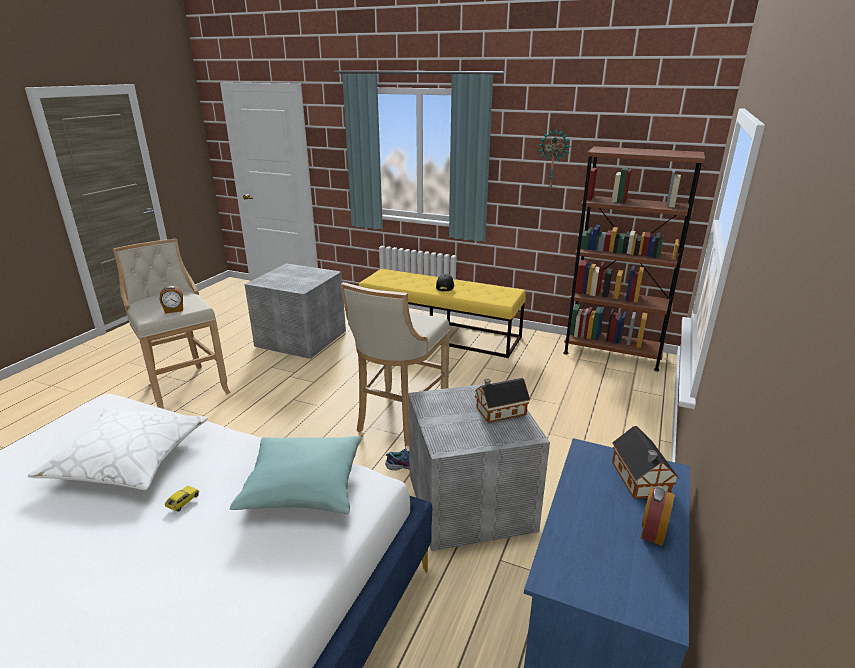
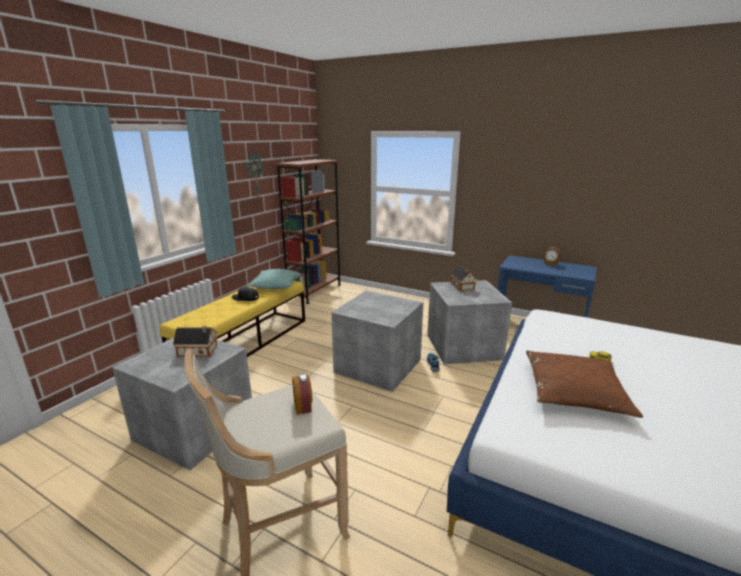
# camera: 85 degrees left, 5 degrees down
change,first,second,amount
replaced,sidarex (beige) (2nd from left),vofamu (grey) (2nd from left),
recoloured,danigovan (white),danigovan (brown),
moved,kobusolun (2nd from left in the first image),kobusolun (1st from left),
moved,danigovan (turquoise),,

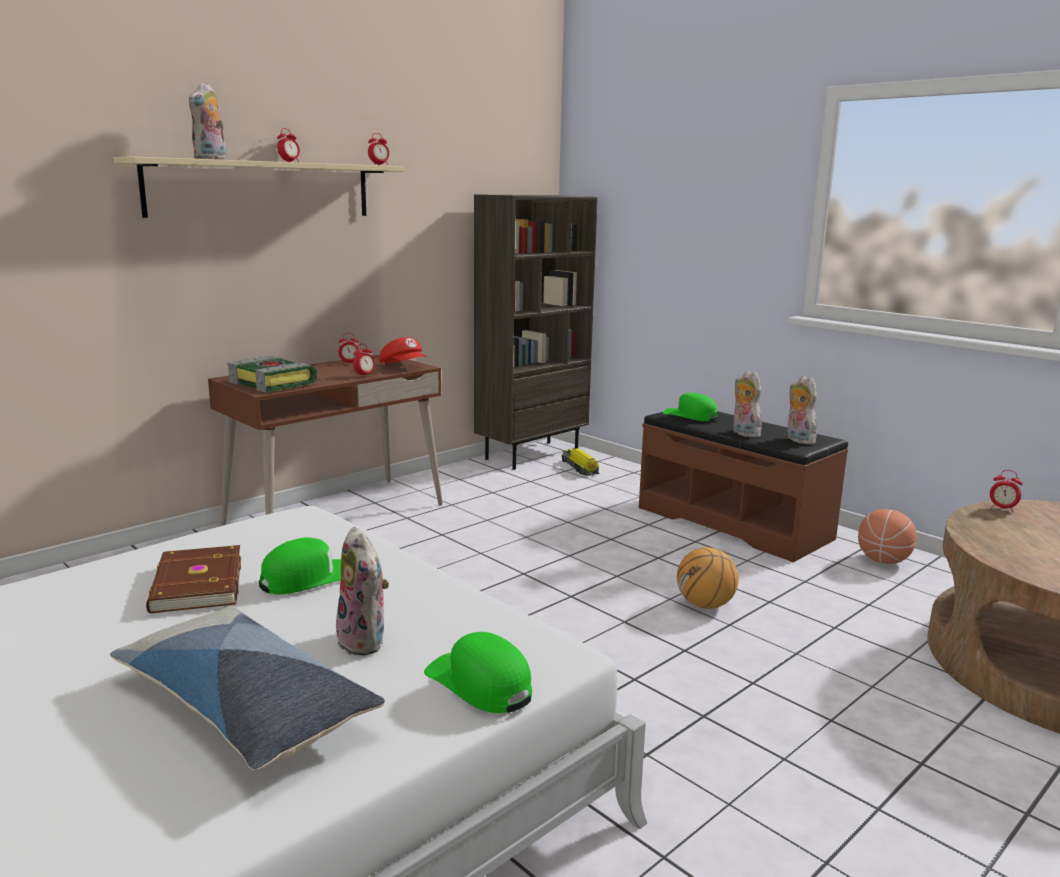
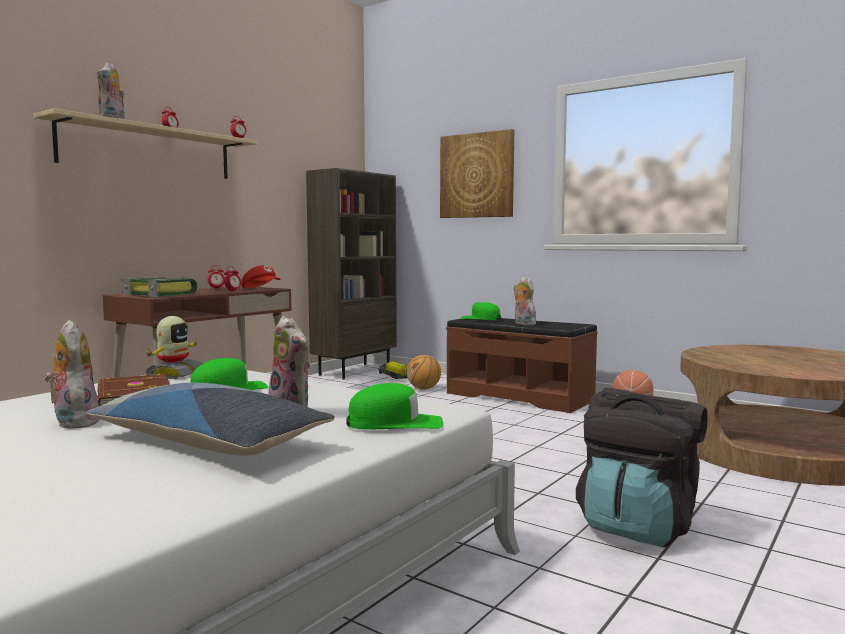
# camera: 10 degrees left, 10 degrees down
change,first,second,amount
moved,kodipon (4th from left in the first image),kodipon (1st from left),
removed,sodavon (5th from left),,
moved,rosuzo (1st from left),,
turned,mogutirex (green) (2nd from left),,135 degrees clockwise
added,,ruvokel,
added,,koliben,
added,,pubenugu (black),

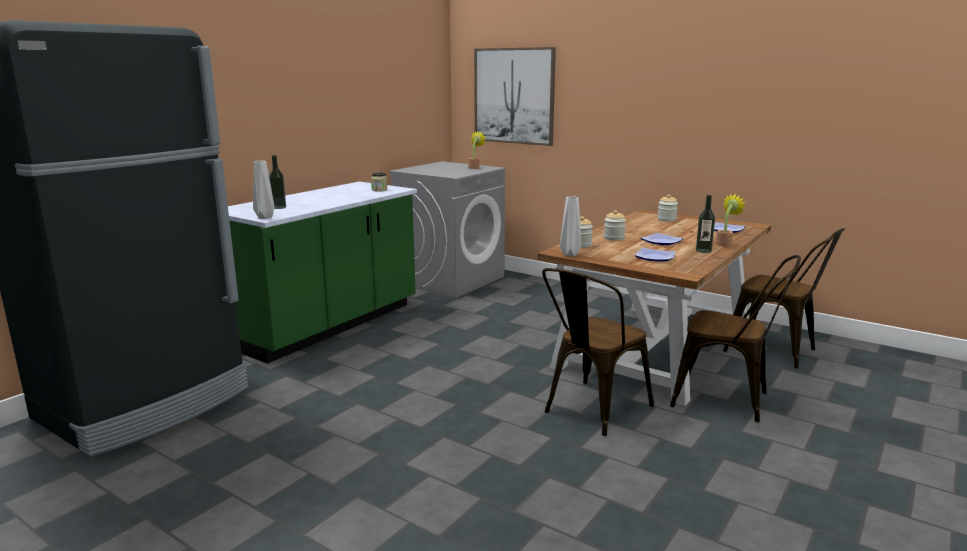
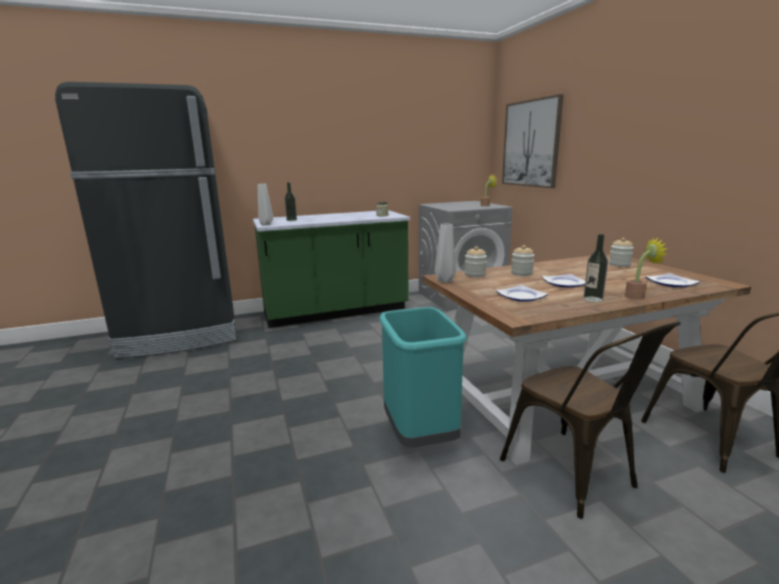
# camera: 35 degrees right, 0 degrees up
change,first,second,amount
replaced,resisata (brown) (1st from left),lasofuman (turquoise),

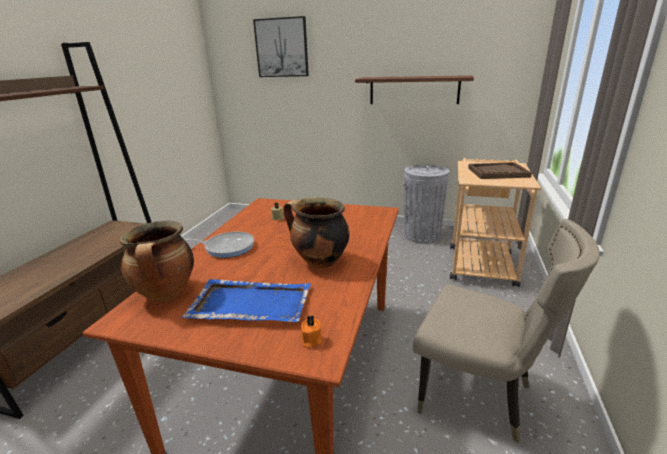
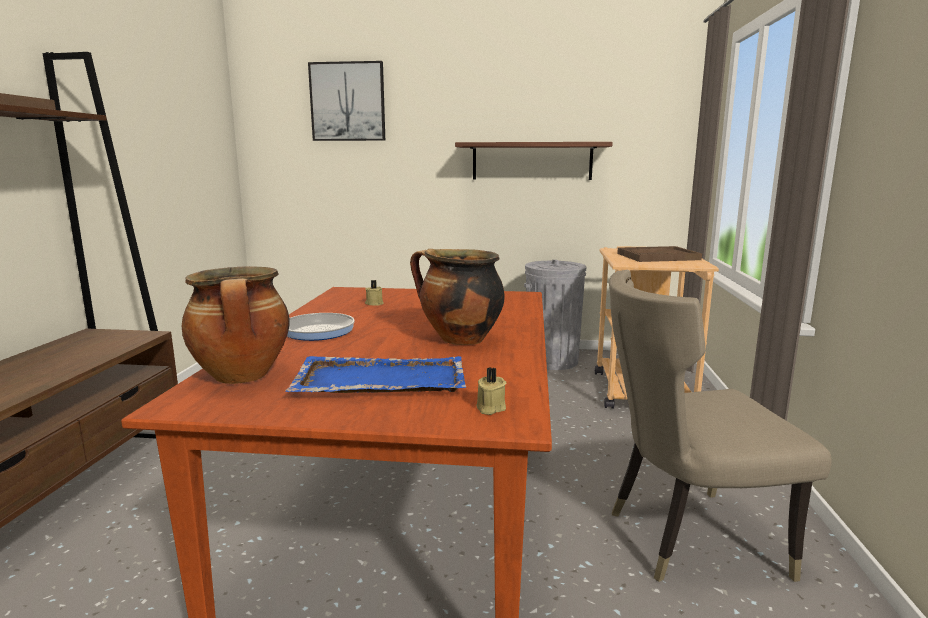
# camera: 10 degrees left, 10 degrees down
change,first,second,amount
turned,resisata (beige),,150 degrees clockwise
recoloured,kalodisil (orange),kalodisil (beige) (2nd from left),

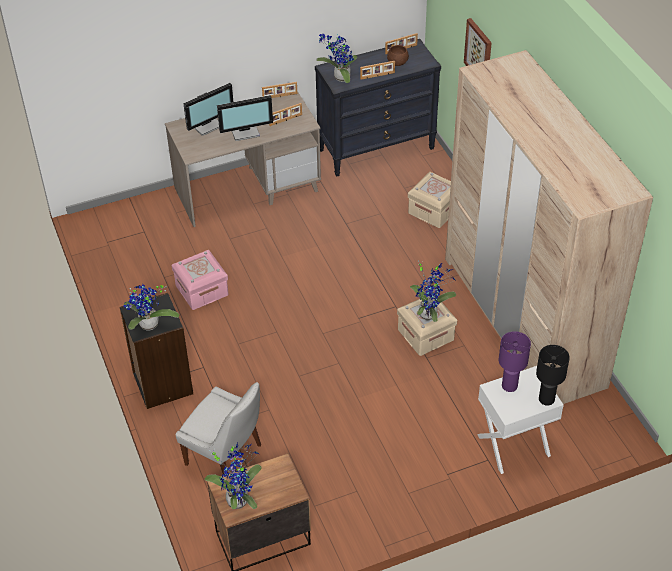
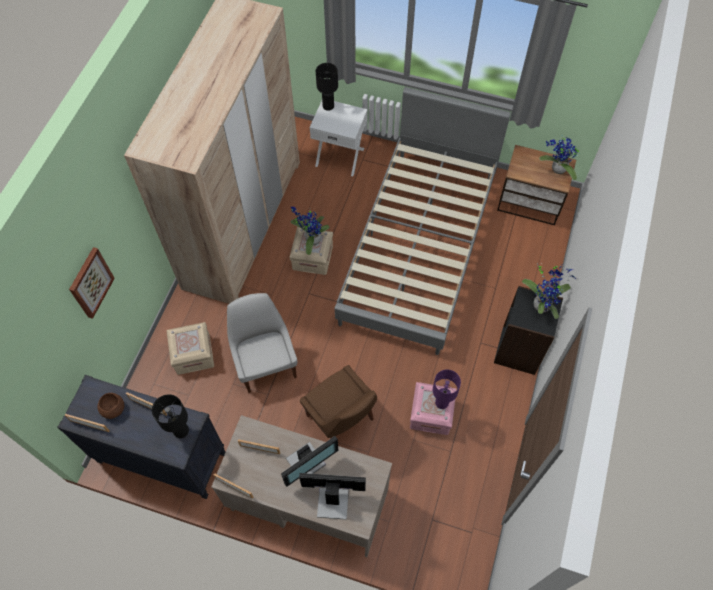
# camera: 140 degrees left, 15 degrees up
change,first,second,amount
replaced,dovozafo (3rd from left),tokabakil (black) (1st from left),
turned,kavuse (2nd from left in the first image),kavuse (1st from left),120 degrees clockwise
moved,tokabakil (purple),,
moved,resisata (white),,
added,,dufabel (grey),
added,,resisata (brown),

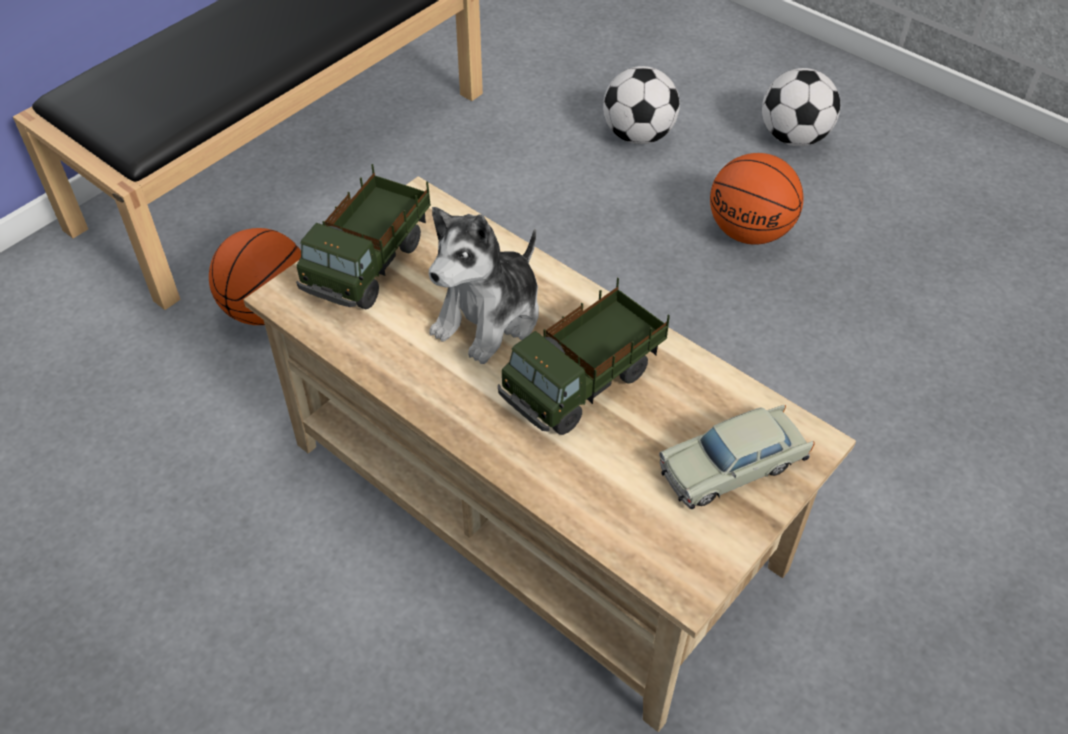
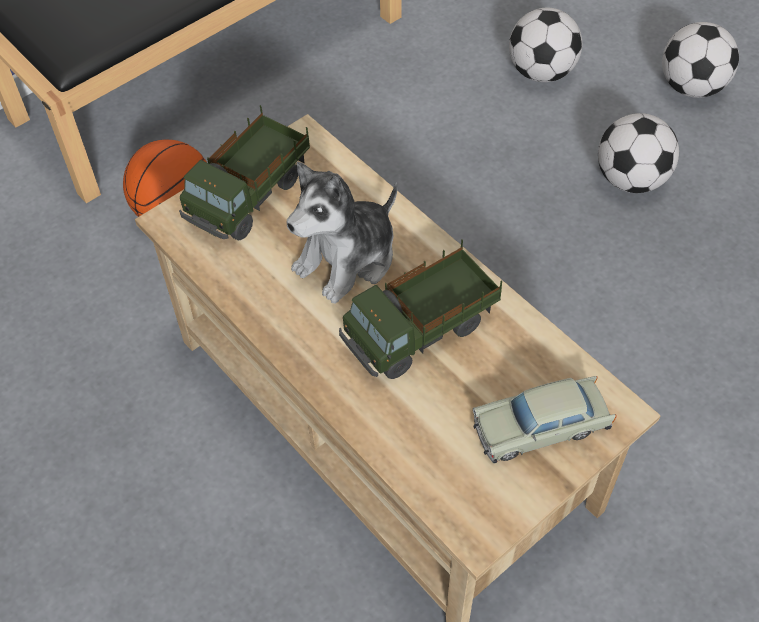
# camera: 10 degrees right, 5 degrees up
change,first,second,amount
replaced,rosuzo (2nd from left),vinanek (2nd from left),

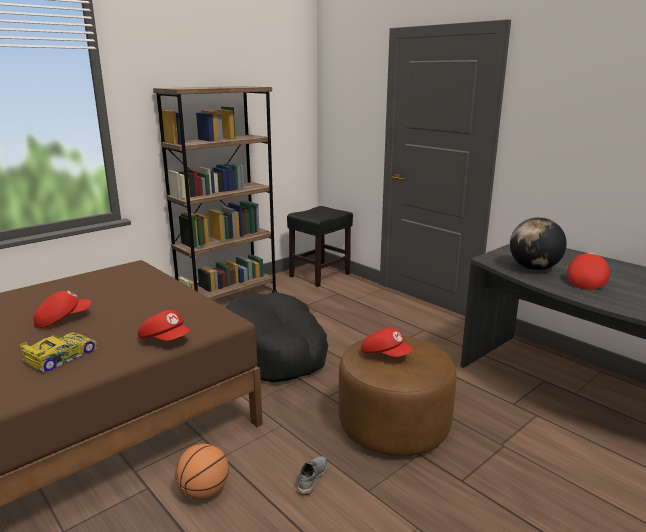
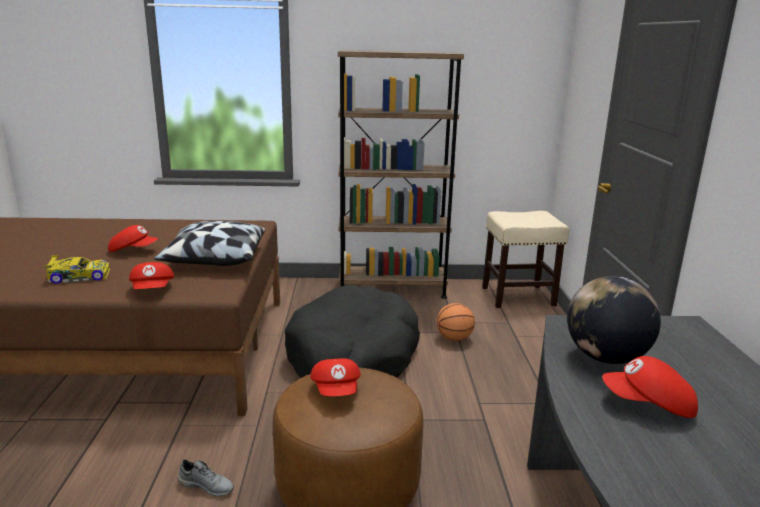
# camera: 40 degrees right, 0 degrees up
change,first,second,amount
recoloured,sidarex (black),sidarex (beige),
turned,mogutirex (red) (4th from left),,150 degrees counterclockwise
moved,rosuzo,,
turned,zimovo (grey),,45 degrees clockwise
added,,danigovan,

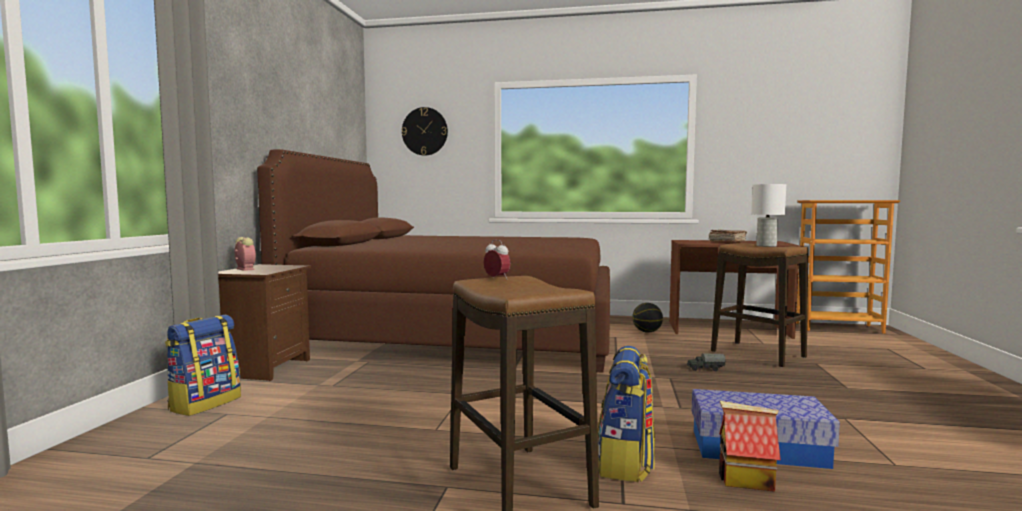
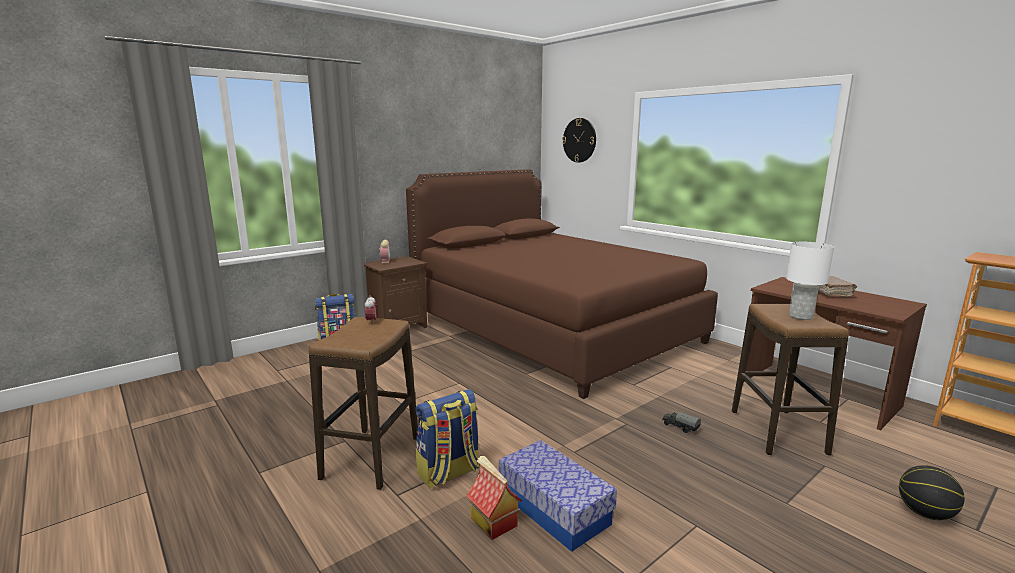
# camera: 40 degrees right, 10 degrees up
change,first,second,amount
moved,rosuzo,,

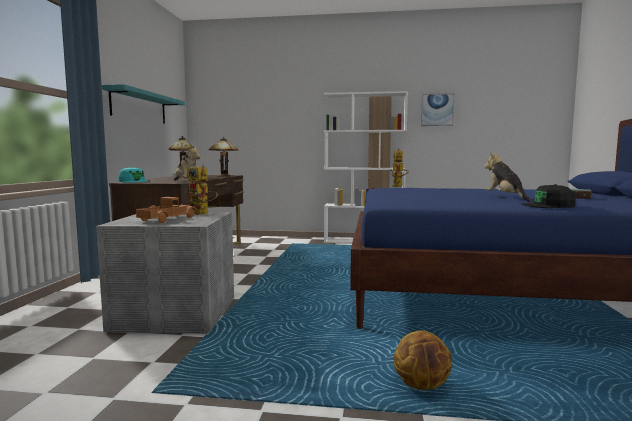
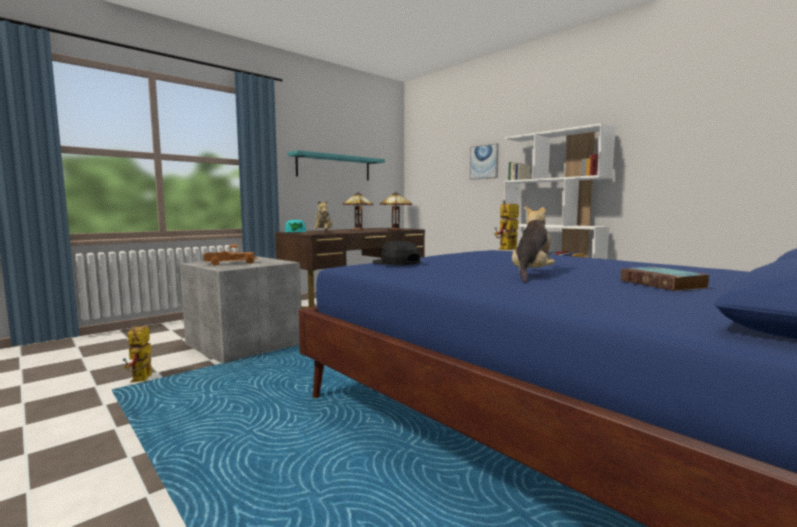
# camera: 40 degrees right, 0 degrees up
change,first,second,amount
moved,ruvokel,,
moved,koliben (1st from left),,
moved,mogutirex (black),,
removed,rosuzo,,

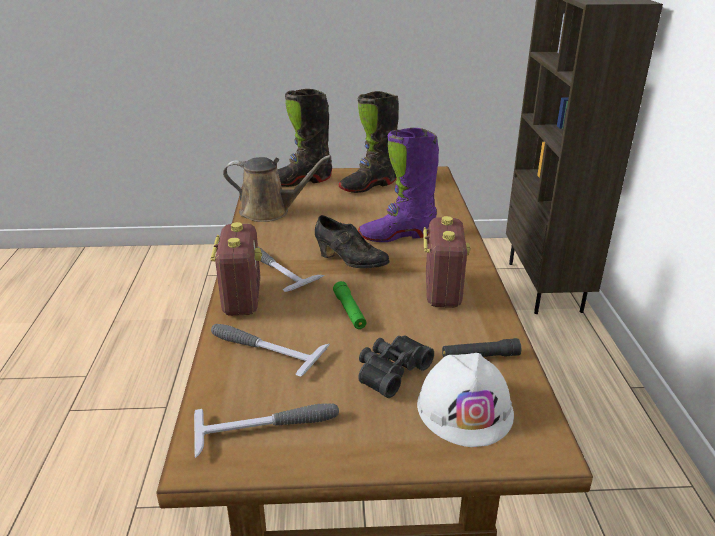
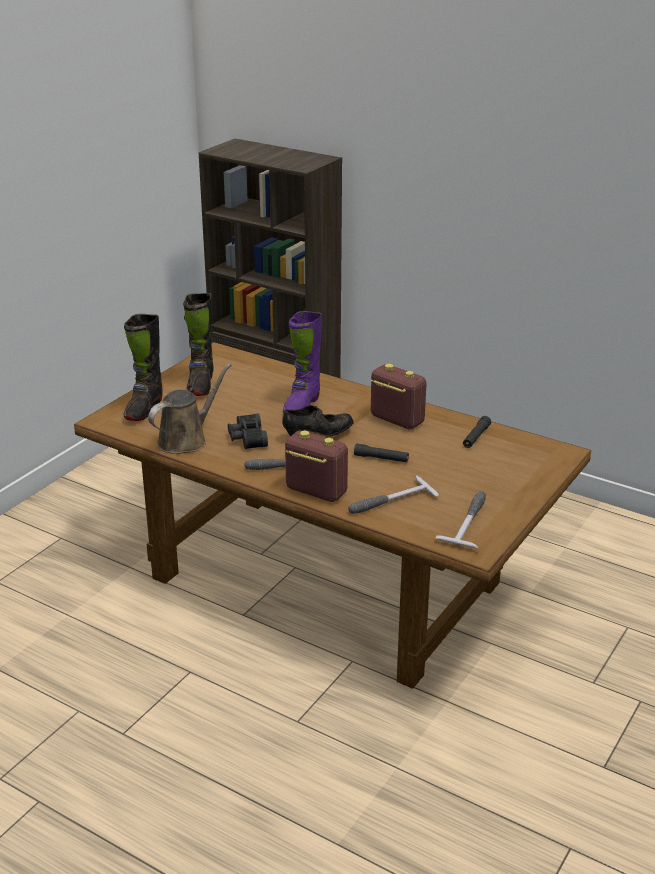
# camera: 55 degrees left, 0 degrees up
change,first,second,amount
recoloured,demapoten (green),demapoten (black) (1st from left),
moved,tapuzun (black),,
removed,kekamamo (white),,

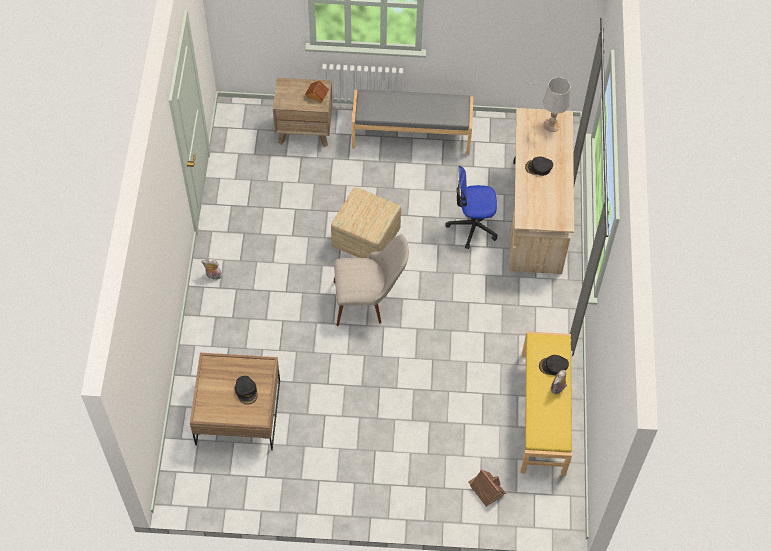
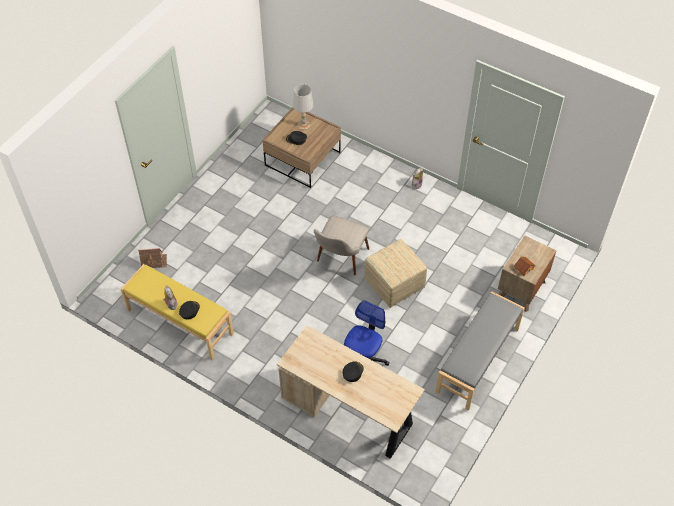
# camera: 120 degrees right, 5 degrees down
change,first,second,amount
moved,tokabakil (white),,

